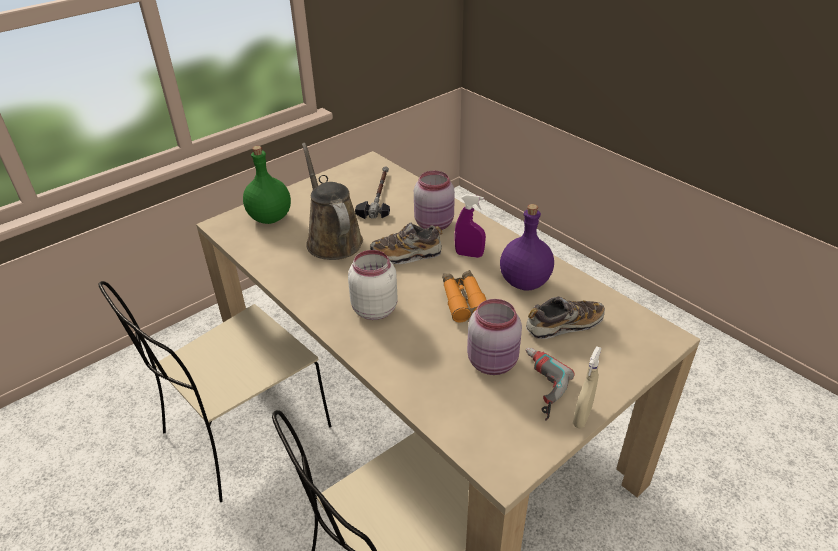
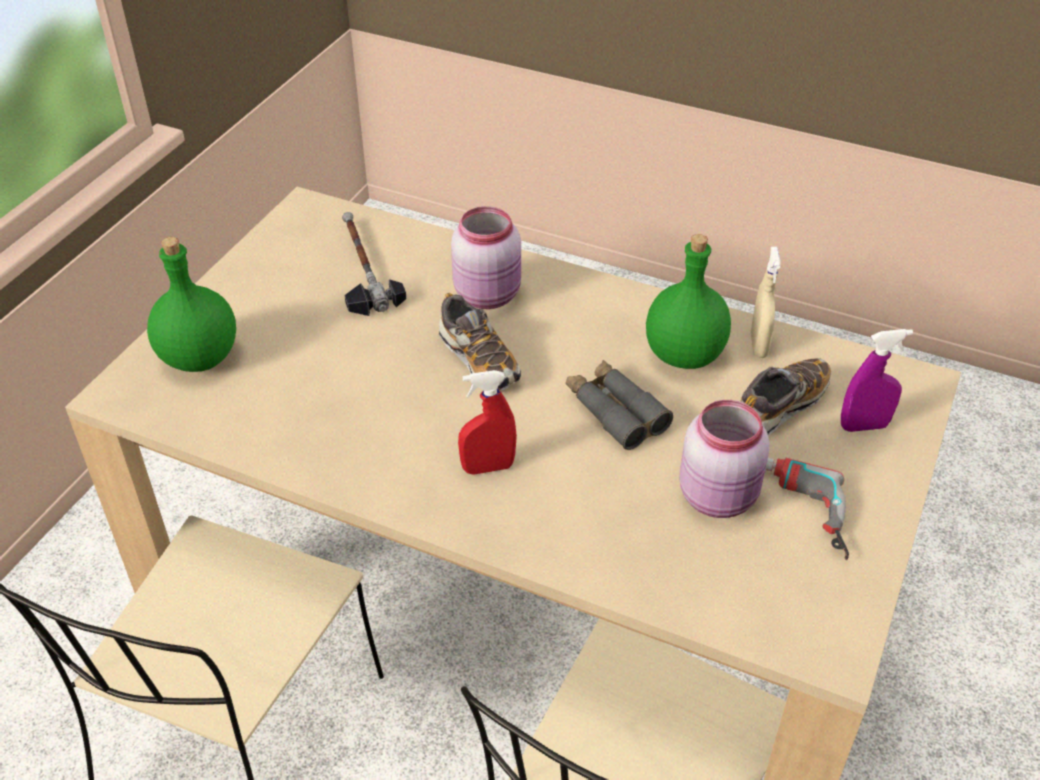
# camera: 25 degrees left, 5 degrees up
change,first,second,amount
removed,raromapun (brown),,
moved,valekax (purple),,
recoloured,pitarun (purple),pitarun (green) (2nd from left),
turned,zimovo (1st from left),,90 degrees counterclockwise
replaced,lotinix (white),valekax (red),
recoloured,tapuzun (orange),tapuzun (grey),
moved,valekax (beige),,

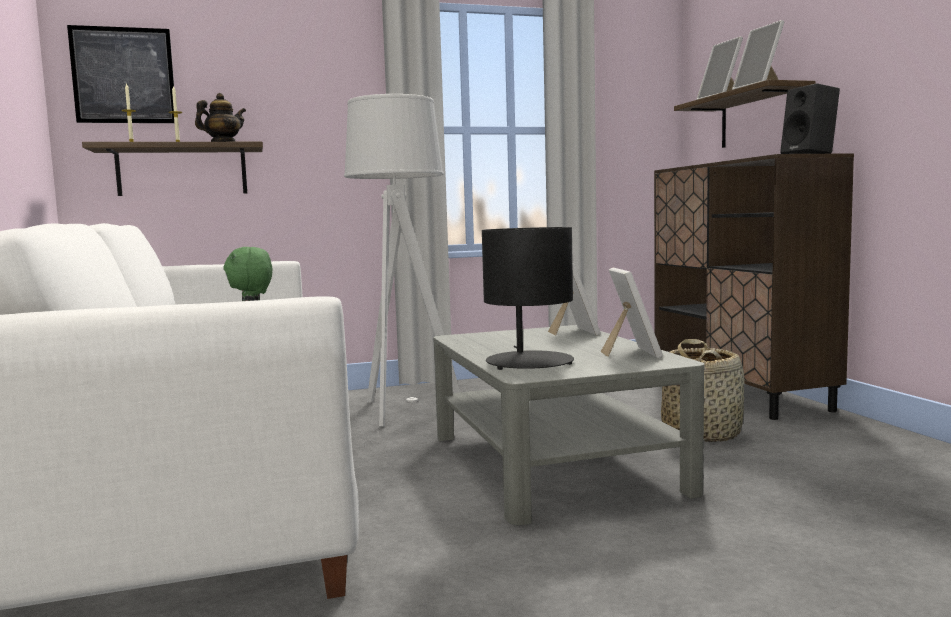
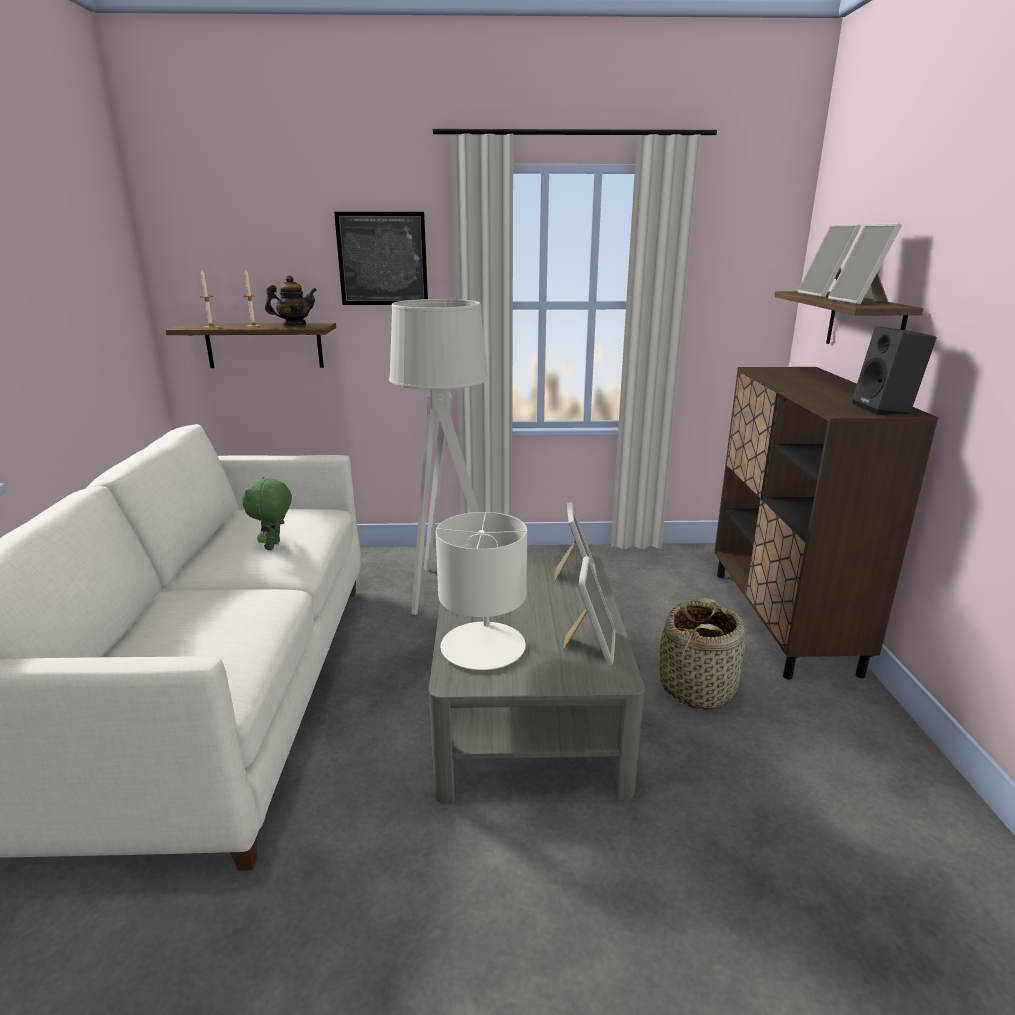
# camera: 15 degrees right, 15 degrees up
change,first,second,amount
moved,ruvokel,,
recoloured,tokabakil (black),tokabakil (white),

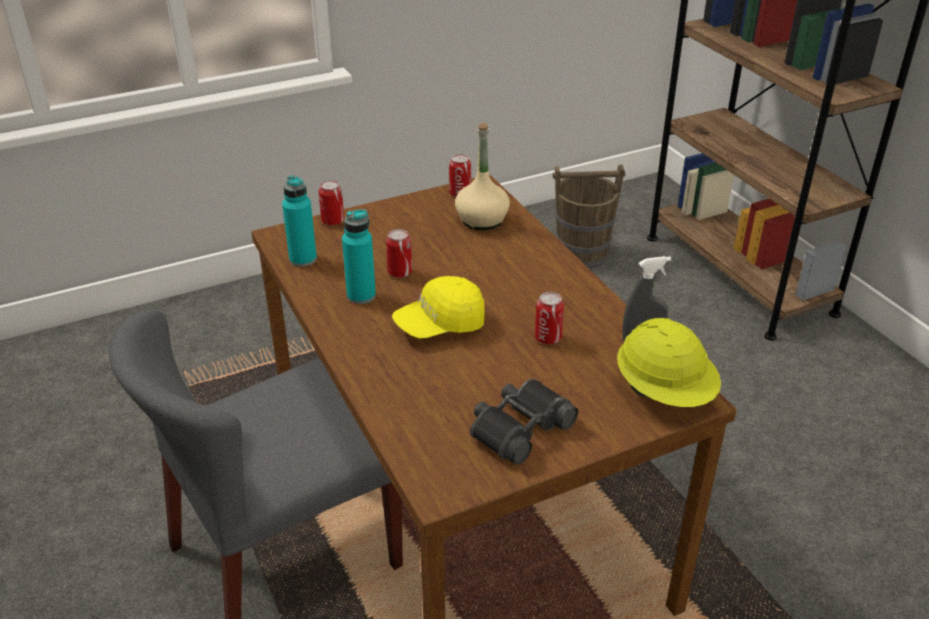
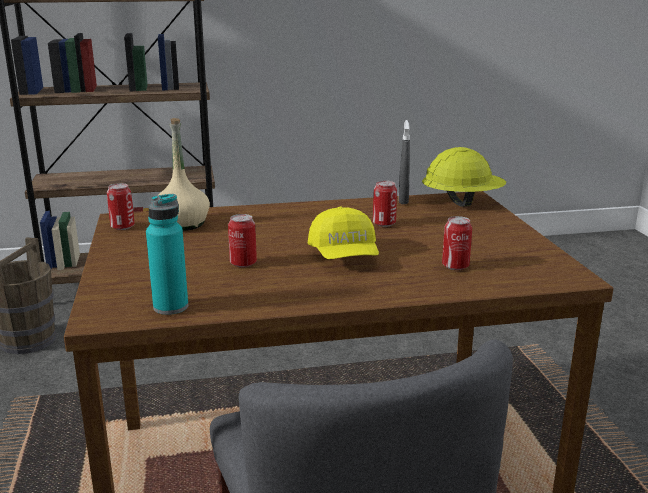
# camera: 75 degrees left, 15 degrees down
change,first,second,amount
moved,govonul (1st from left in the first image),govonul (4th from left),
removed,pitarun (turquoise) (2nd from left),,
removed,tapuzun (black),,

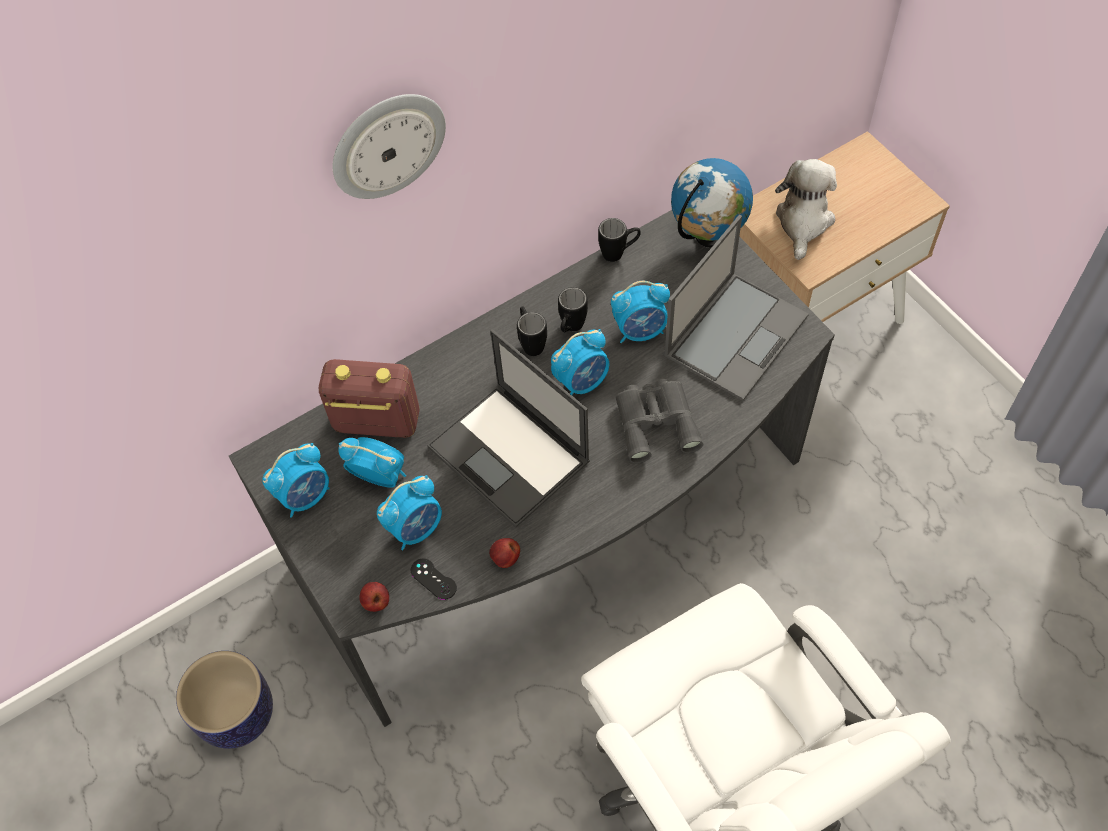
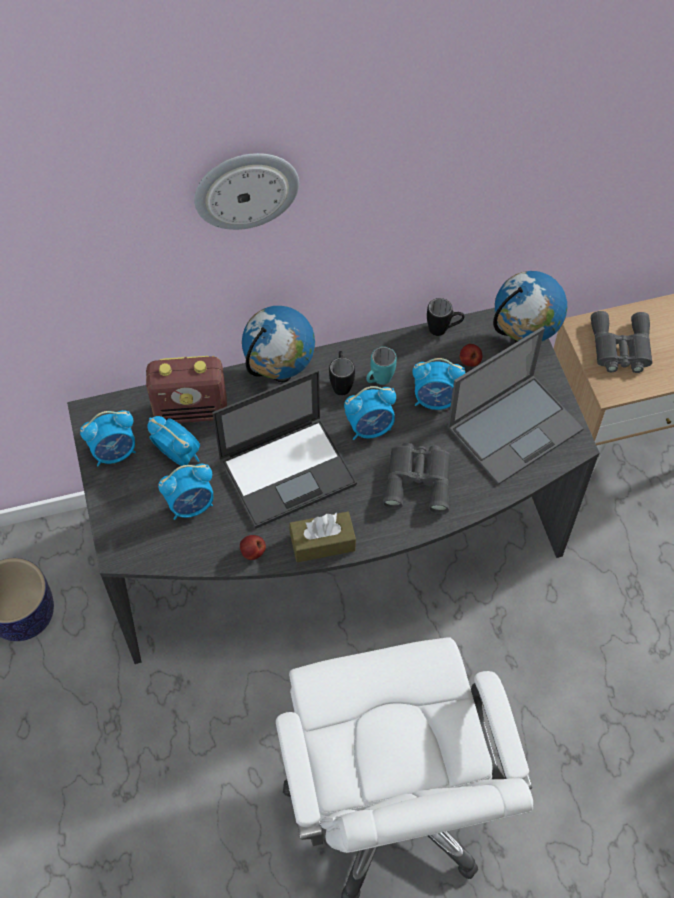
# camera: 15 degrees right, 0 degrees up
change,first,second,amount
replaced,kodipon,tapuzun (grey) (2nd from left),
recoloured,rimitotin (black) (2nd from left),rimitotin (turquoise),
turned,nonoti (1st from left),,90 degrees counterclockwise
turned,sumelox,,150 degrees clockwise
removed,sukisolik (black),,
moved,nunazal (1st from left in the first image),nunazal (2nd from left),
added,,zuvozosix (1st from left),
added,,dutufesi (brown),

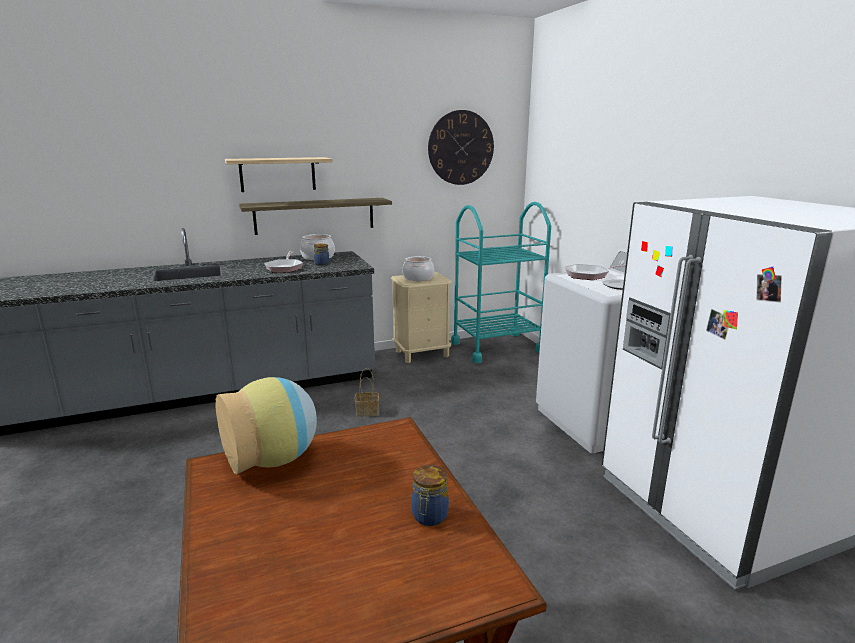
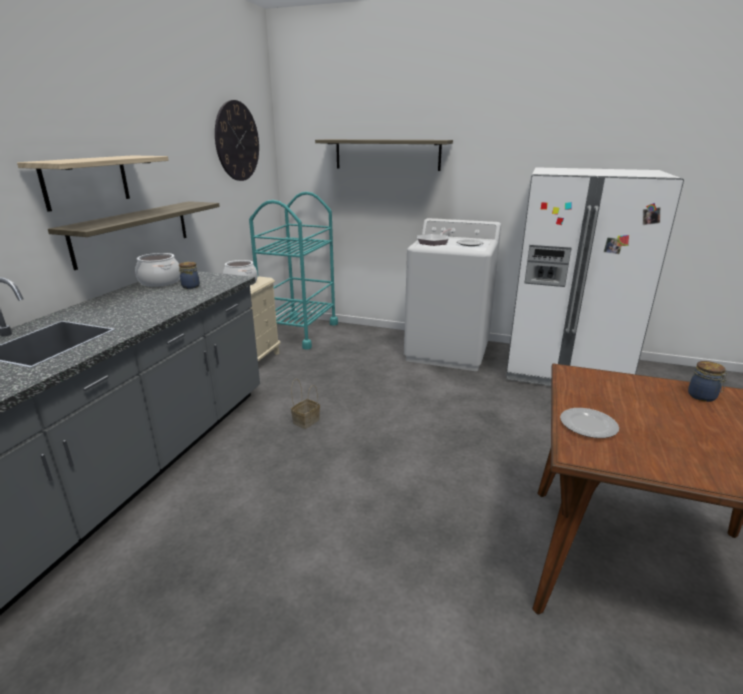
# camera: 50 degrees left, 5 degrees up
change,first,second,amount
removed,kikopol (1st from left),,
replaced,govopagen,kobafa (2nd from left),
added,,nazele (3rd from left),

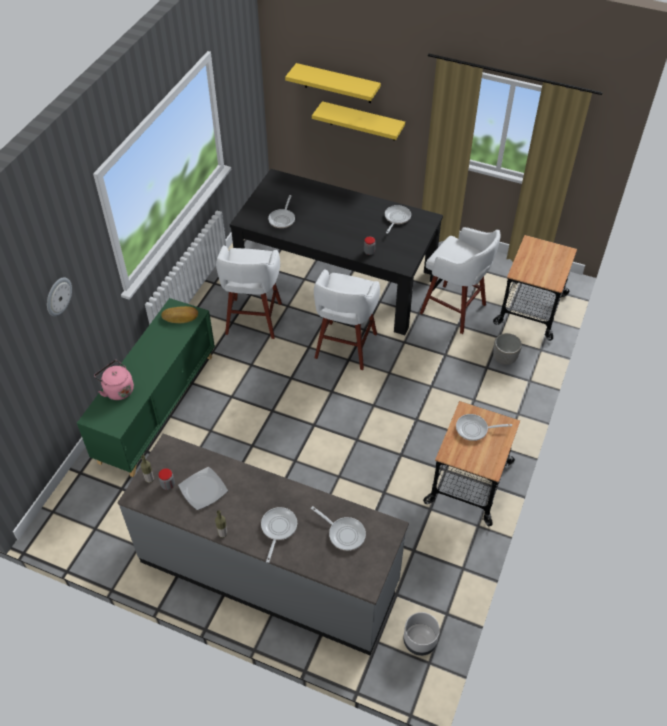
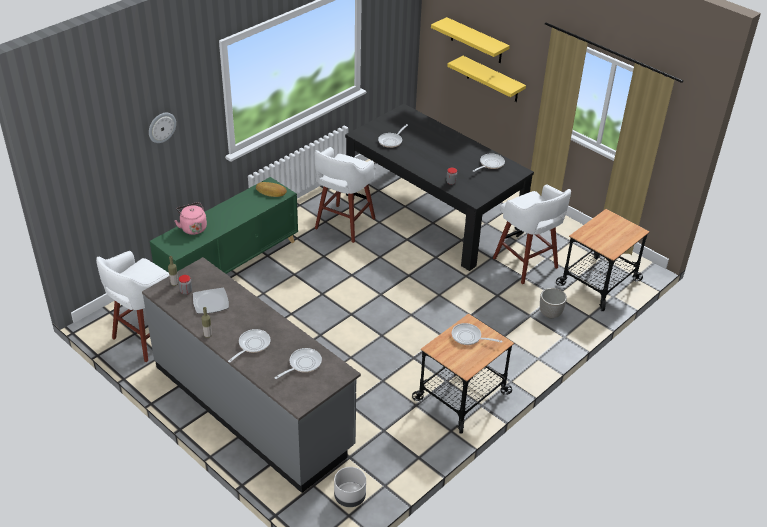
# camera: 20 degrees right, 10 degrees down
change,first,second,amount
moved,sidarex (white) (2nd from left in the first image),sidarex (white) (1st from left),
turned,kikopol (3rd from left in the first image),kikopol (2nd from left),105 degrees counterclockwise

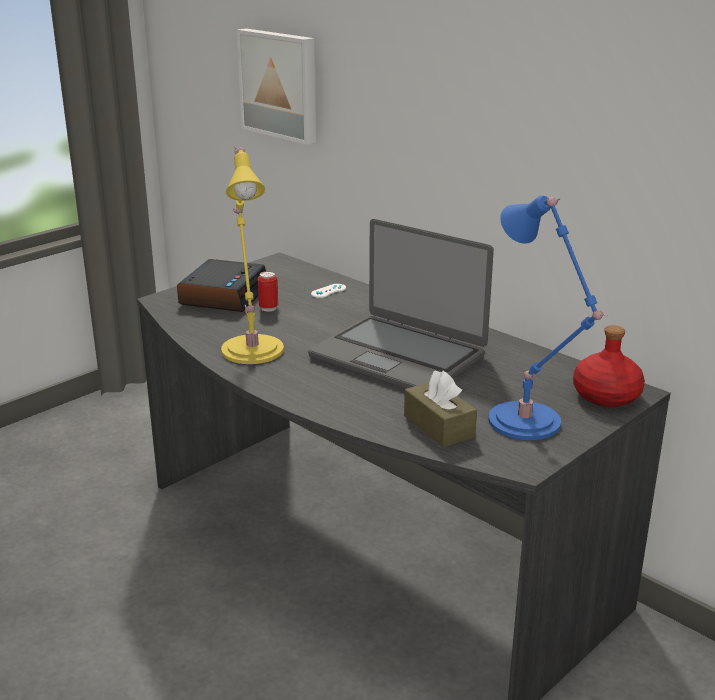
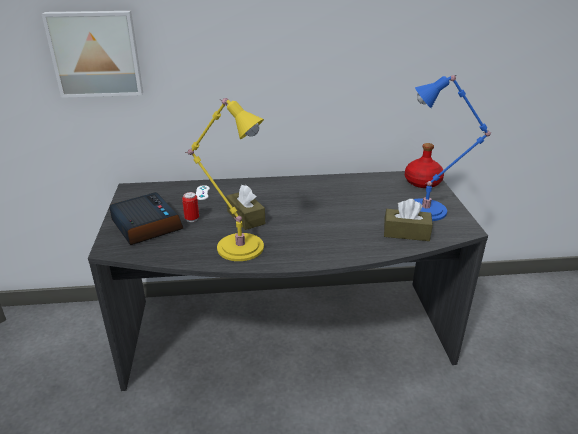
# camera: 50 degrees left, 5 degrees up
change,first,second,amount
removed,nonoti,,
added,,dutufesi (brown) (1st from left),

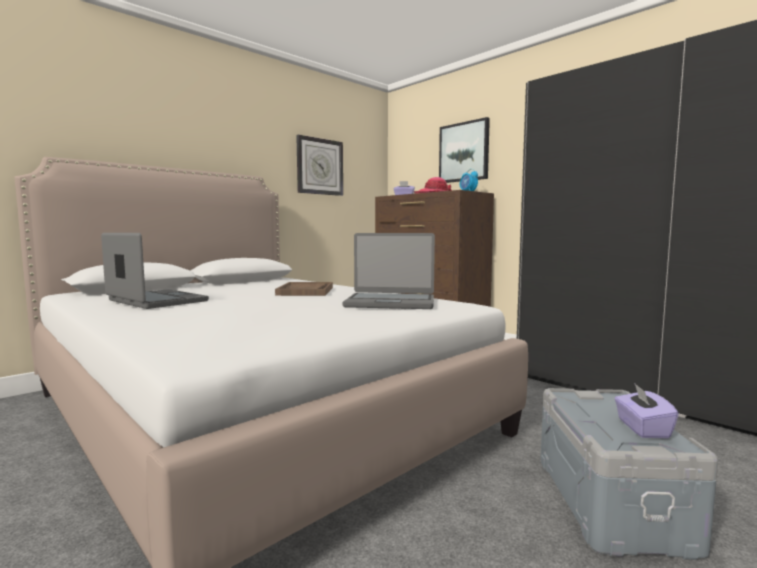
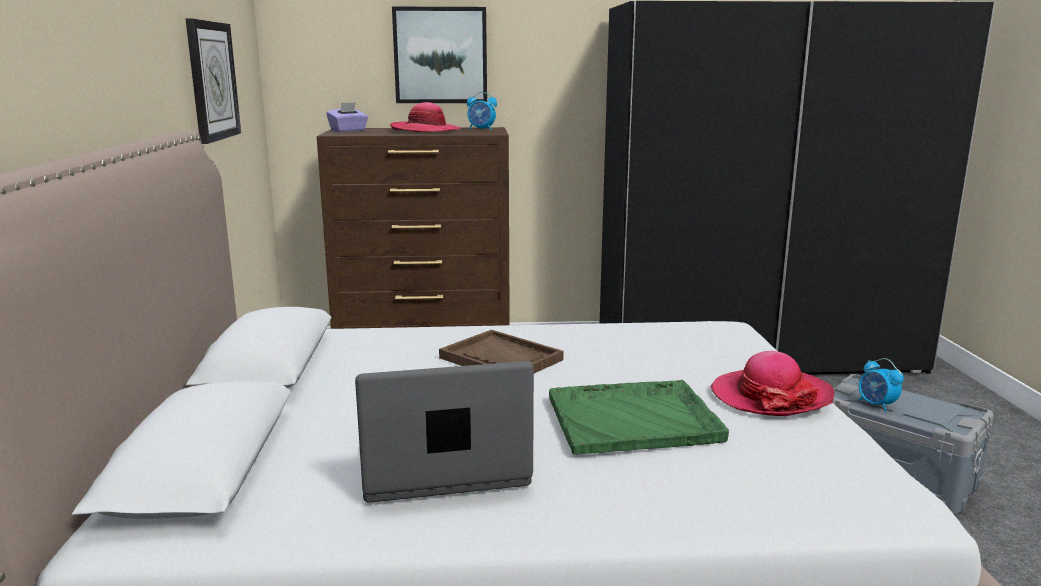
# camera: 50 degrees left, 10 degrees up
change,first,second,amount
removed,nonoti (2nd from left),,
removed,dutufesi (purple) (2nd from left),,
added,,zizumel (2nd from left),
added,,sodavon (2nd from left),
added,,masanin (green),

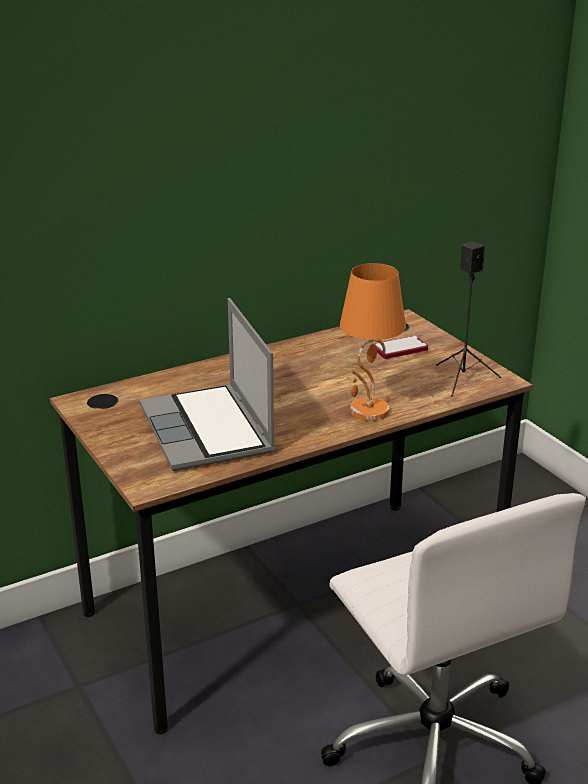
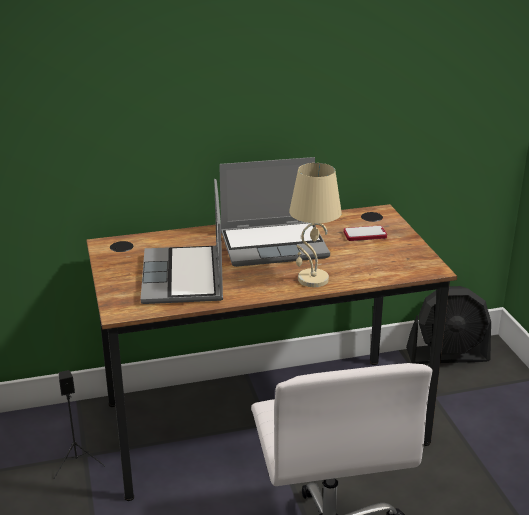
# camera: 15 degrees right, 0 degrees up
change,first,second,amount
moved,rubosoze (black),,
recoloured,tokabakil (orange),tokabakil (beige),
added,,nonoti (2nd from left),
added,,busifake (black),

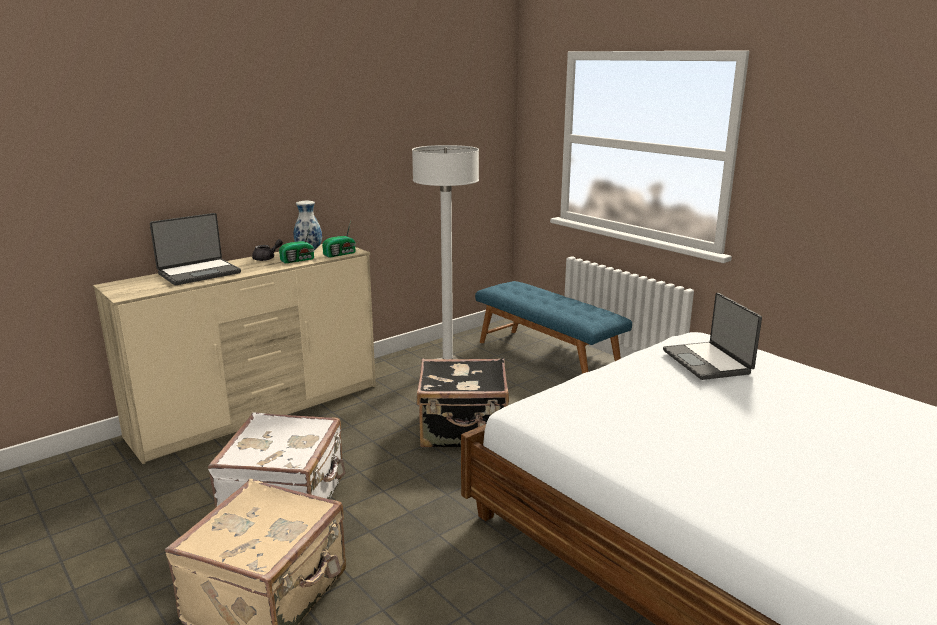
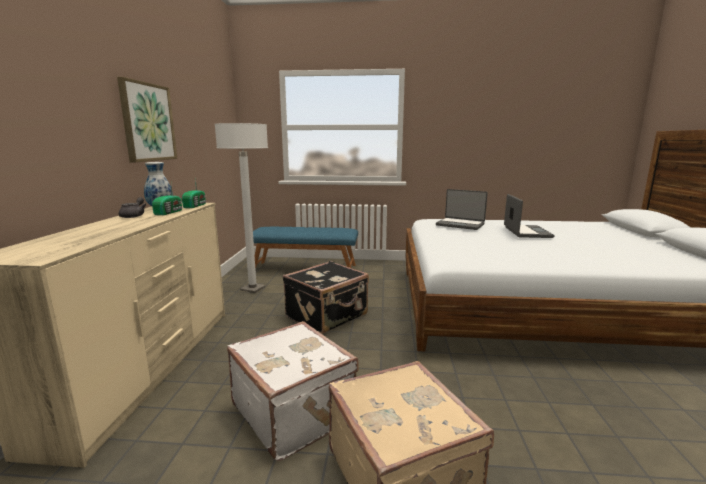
# camera: 45 degrees left, 5 degrees down
change,first,second,amount
moved,nonoti (1st from left in the first image),nonoti (2nd from left),
added,,ruvokel,

